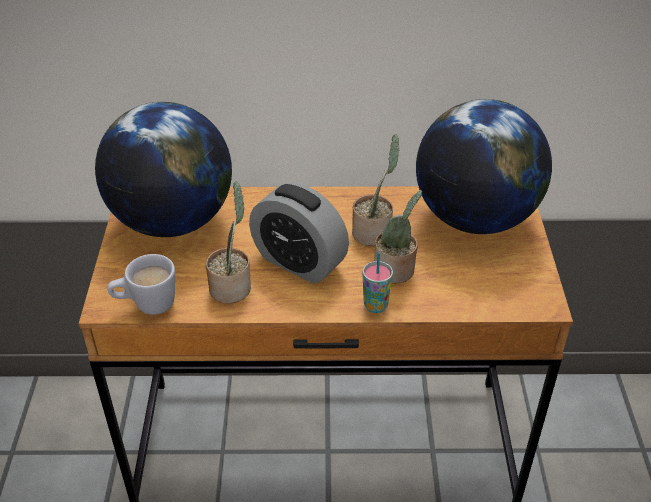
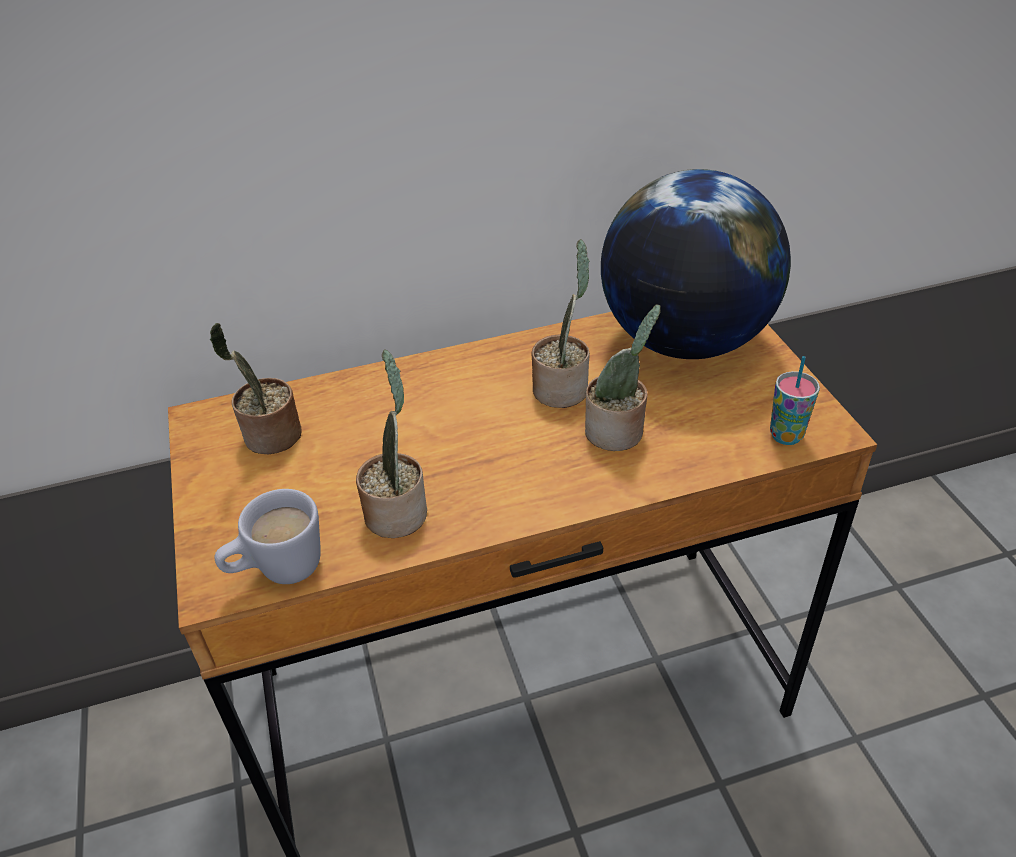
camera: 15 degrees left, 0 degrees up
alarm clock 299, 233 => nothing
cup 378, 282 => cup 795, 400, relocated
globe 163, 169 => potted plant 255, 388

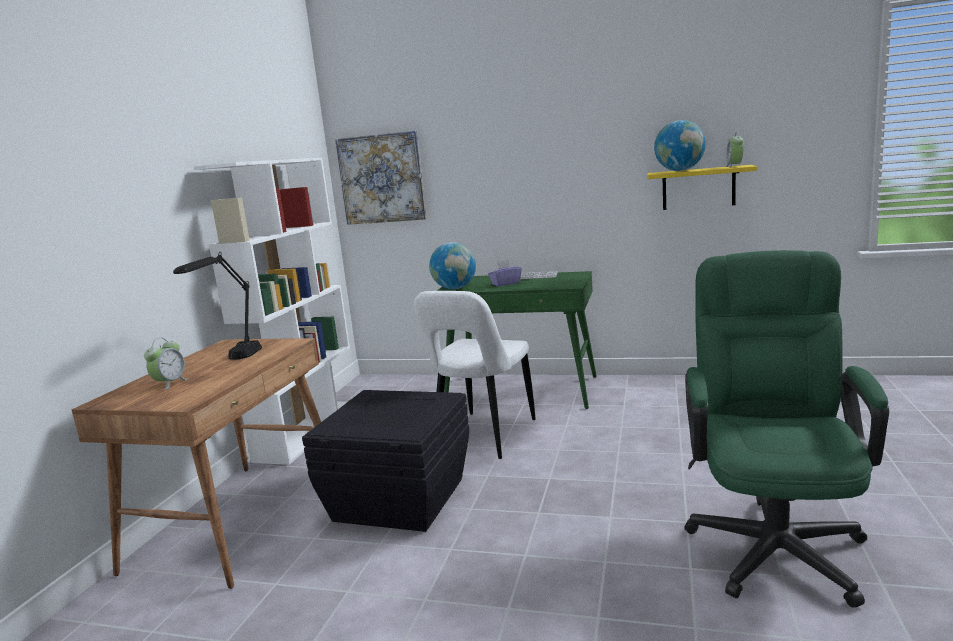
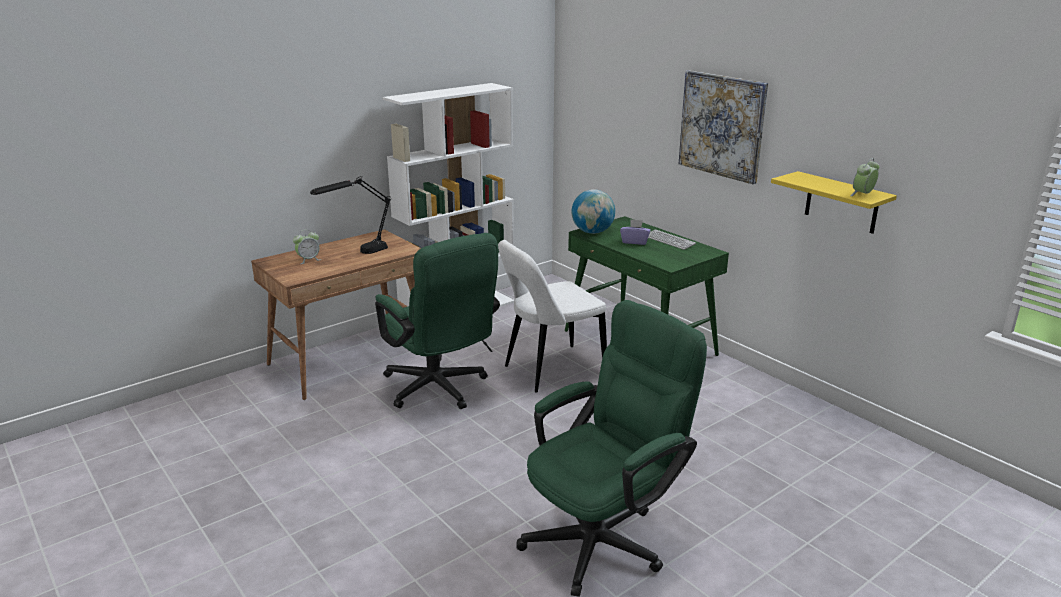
camera: 35 degrees right, 10 degrees up
globe 680, 145 => nothing
picture 381, 177 => picture 723, 127, relocated
black storage box 385, 461 => green office chair 437, 321

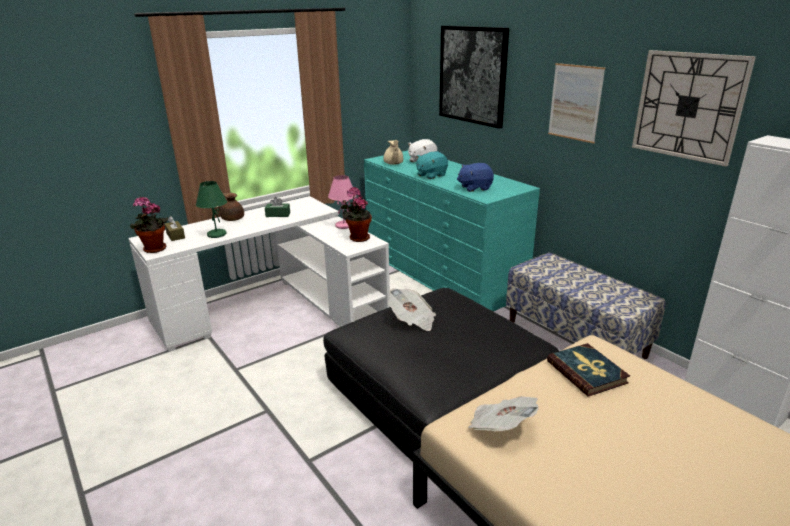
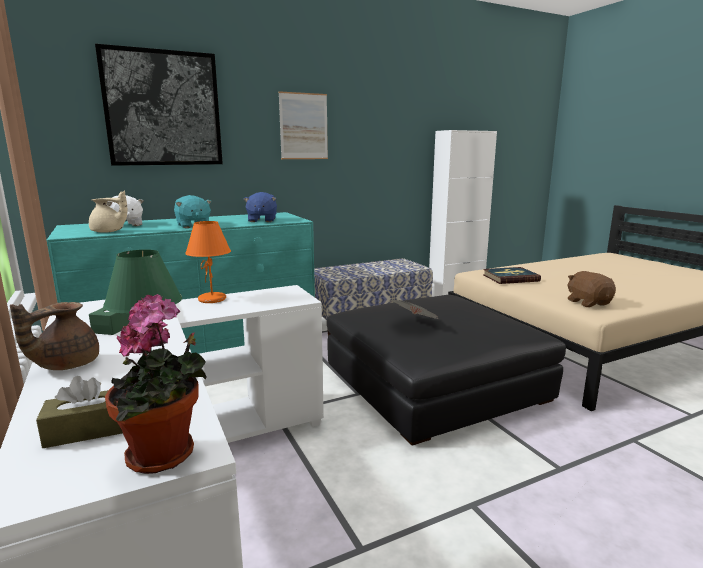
camera: 80 degrees left, 10 degrees down
potted plant 356, 214 => nothing
wall clock 694, 108 => nothing
newspaper 503, 414 => brown plush toy 592, 289
pink table lamp 342, 202 => orange table lamp 208, 262

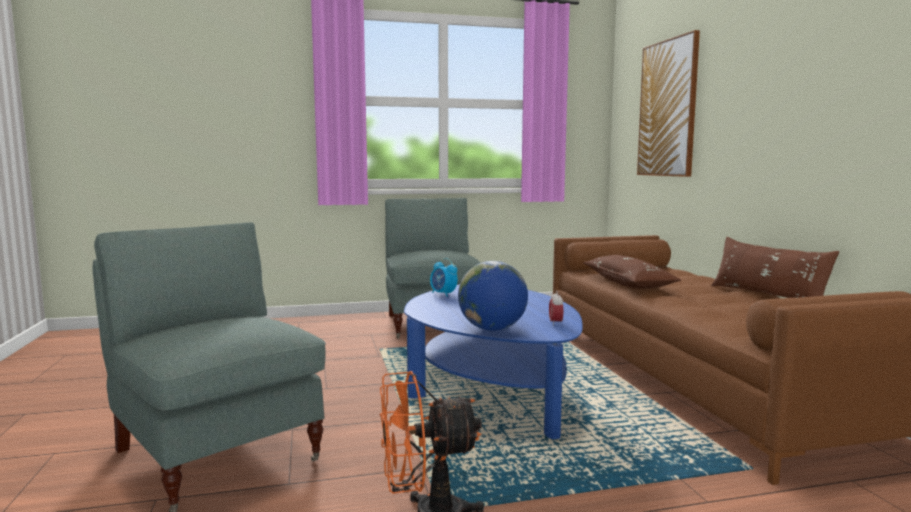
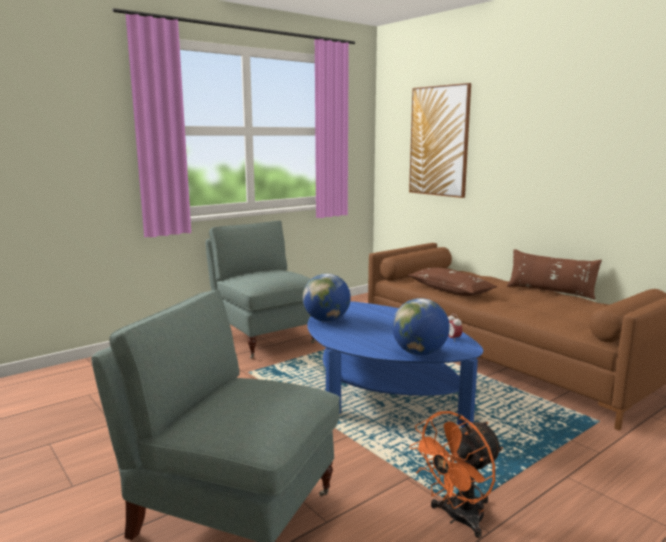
camera: 25 degrees left, 5 degrees up
alarm clock 444, 277 => globe 327, 298

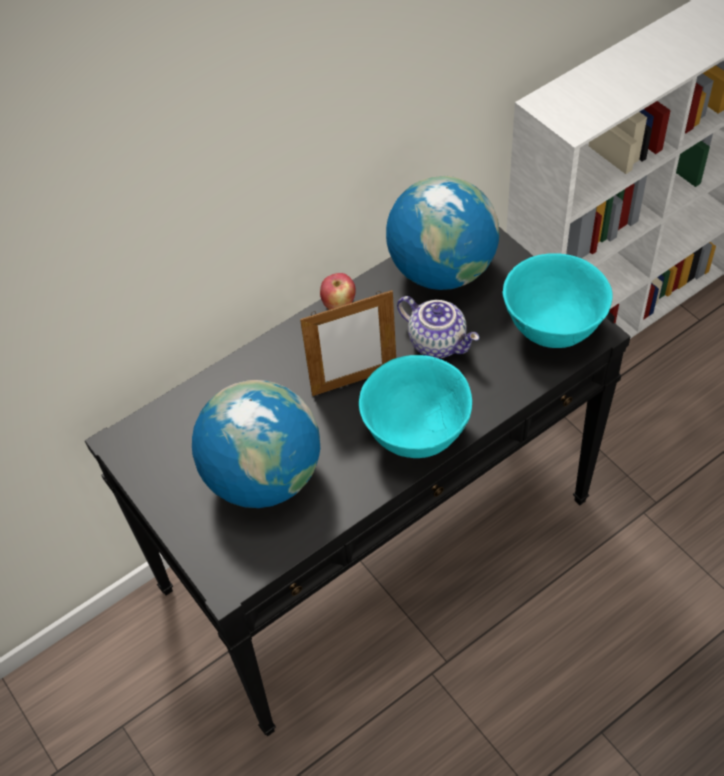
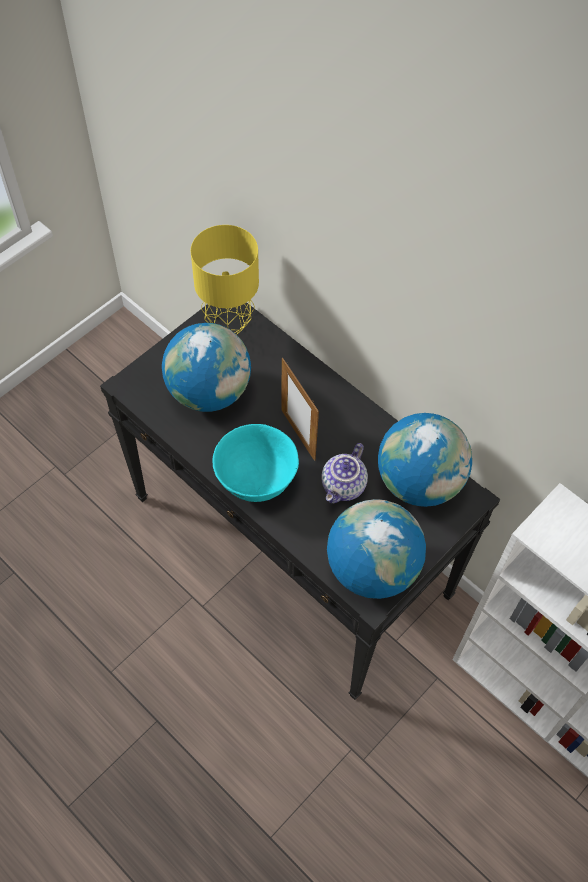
camera: 75 degrees right, 5 degrees up
apple 338, 291 => nothing
nothing => yellow table lamp 225, 280
turquoise bowl 557, 300 => globe 376, 549

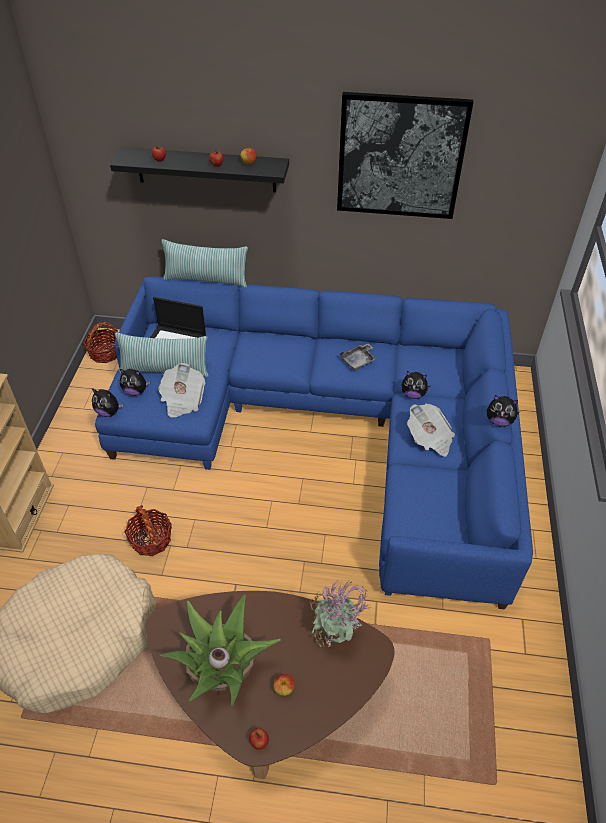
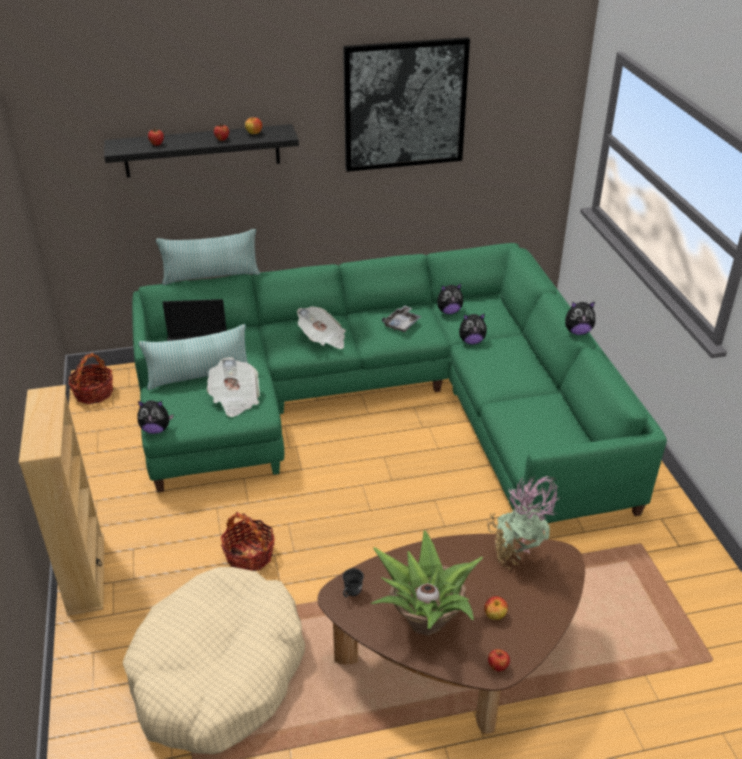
camera: 20 degrees left, 10 degrees down
nothing => grey mug 353, 582
plush toy 135, 382 => plush toy 450, 299, relocated
newspaper 431, 430 => newspaper 321, 328, relocated
blue sofa 314, 443 => green sofa 399, 383

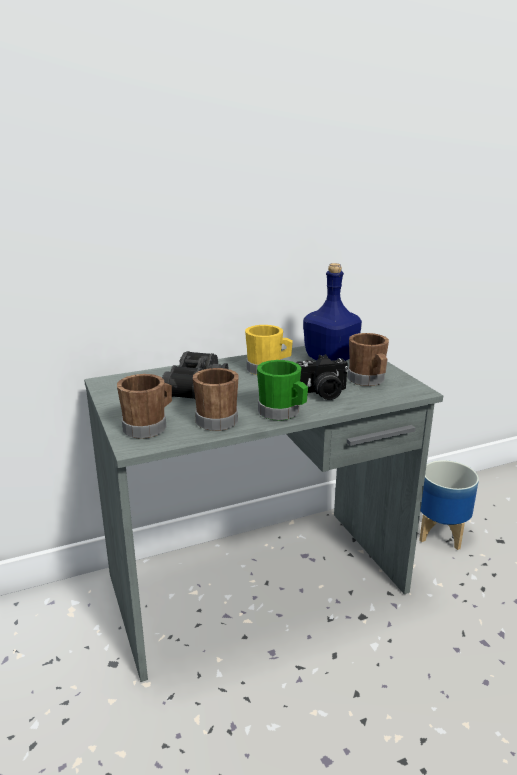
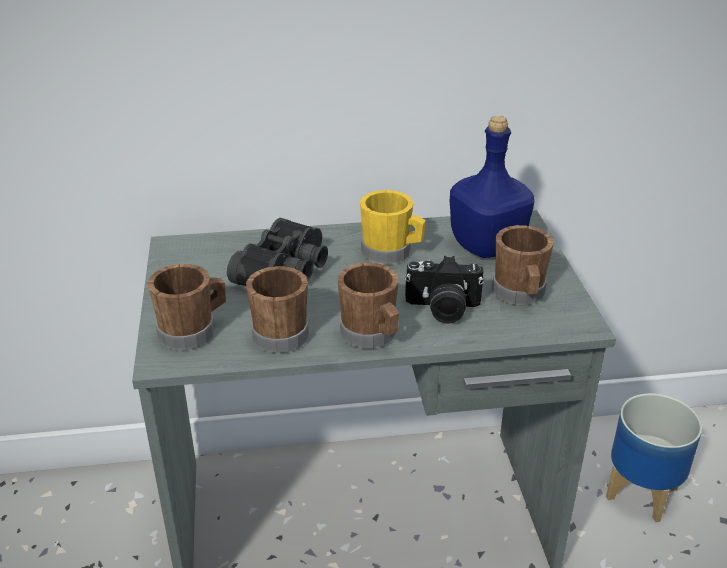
camera: 15 degrees right, 10 degrees up
green mug 282, 390 => brown mug 368, 306

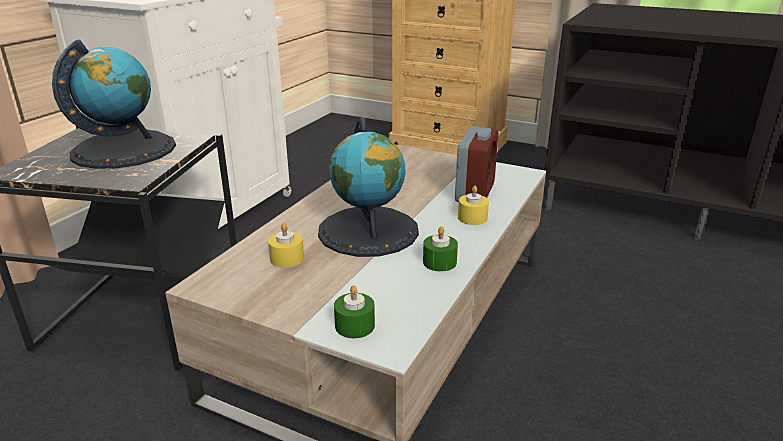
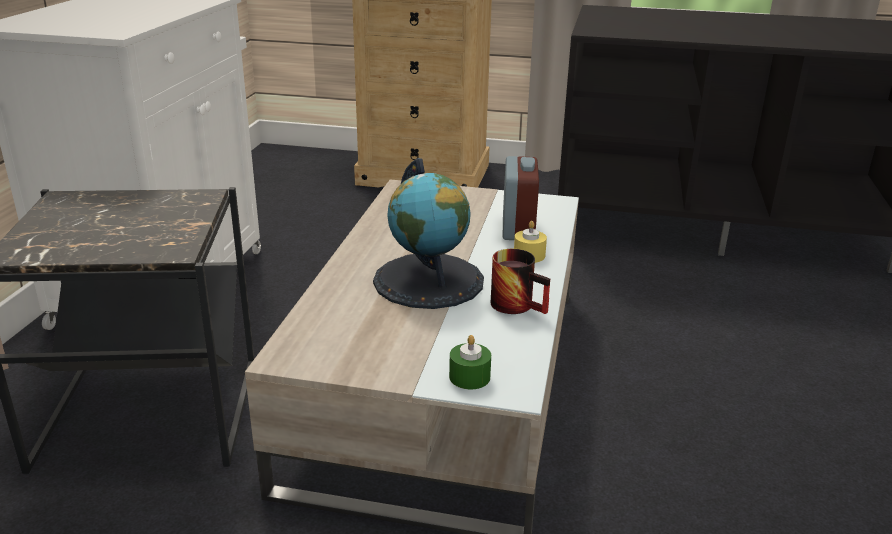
camera: 15 degrees left, 0 degrees up
globe 114, 104 => nothing
yellow candle 286, 245 => nothing
green candle 440, 248 => mug 520, 281

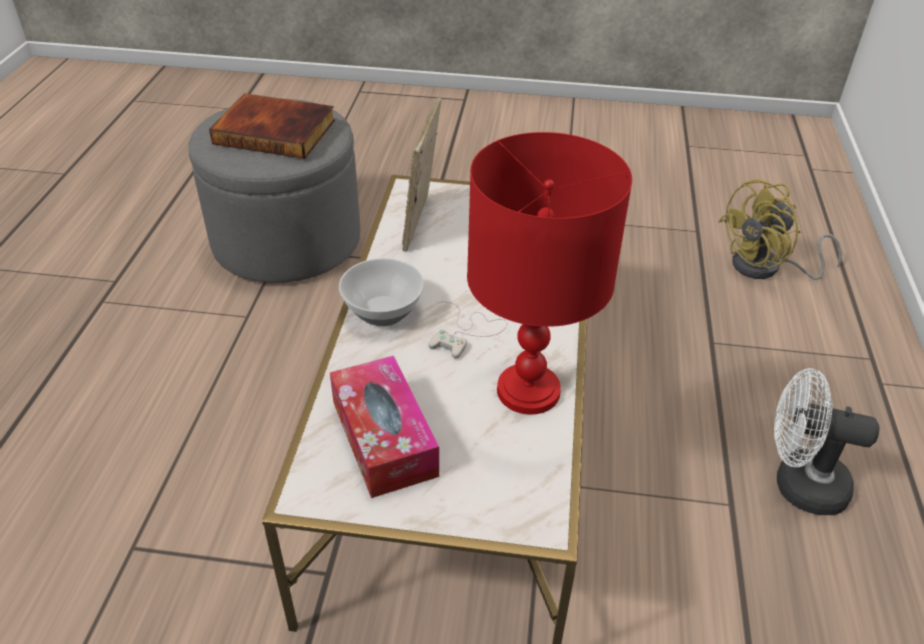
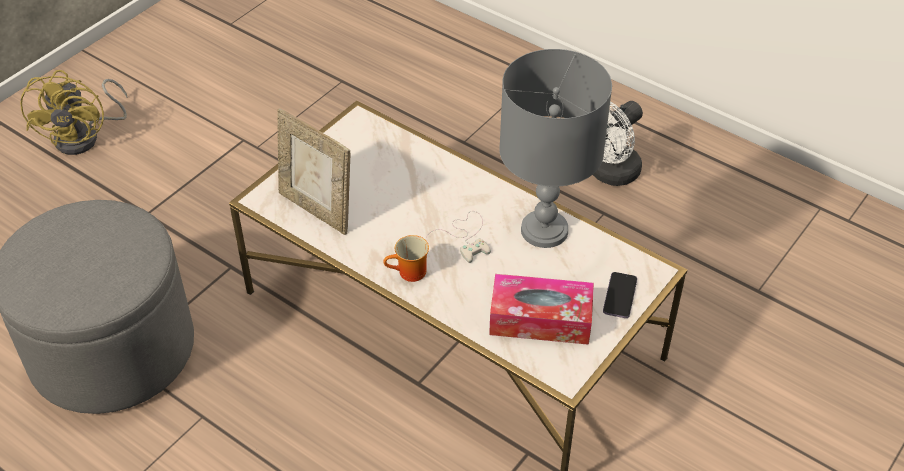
camera: 60 degrees left, 5 degrees up
book 272, 126 => nothing
nothing => phone 620, 295
yellow fan 780, 229 => yellow fan 73, 112, relocated
bowl 381, 292 => mug 406, 258
red table lamp 549, 273 => grey table lamp 555, 148

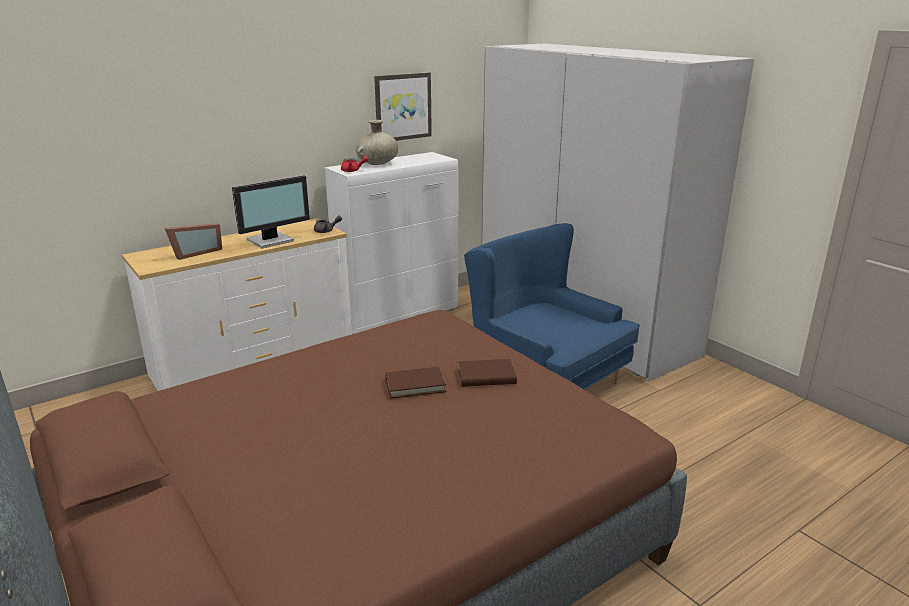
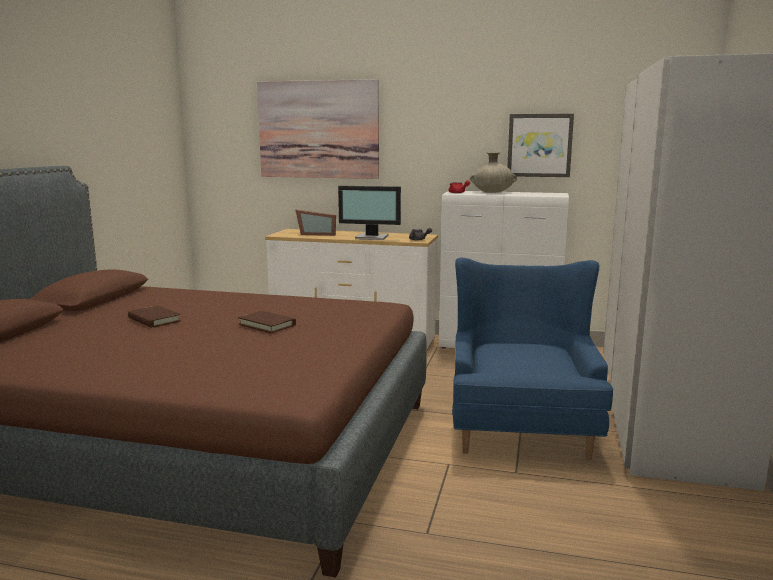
camera: 50 degrees right, 10 degrees down
nothing => picture 318, 129
brown book 487, 373 => brown book 154, 316, relocated

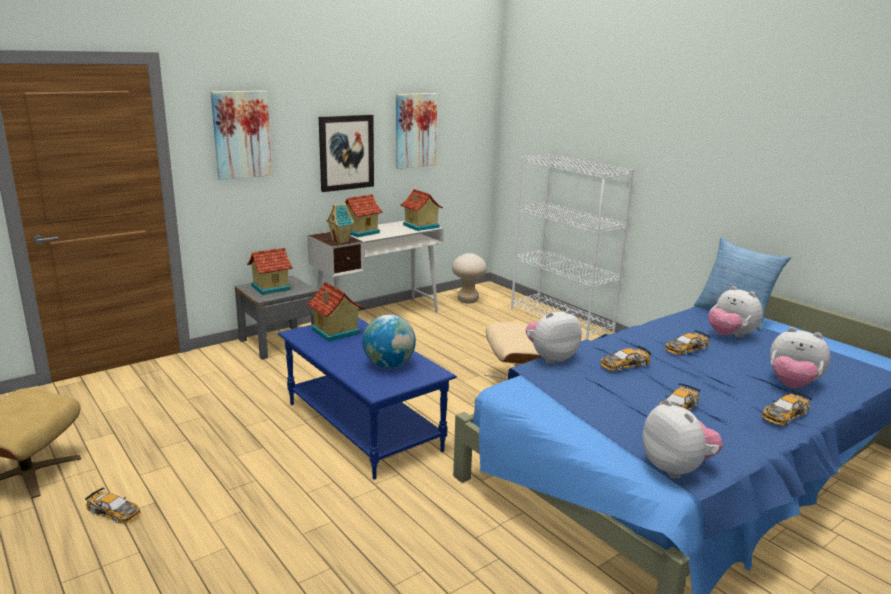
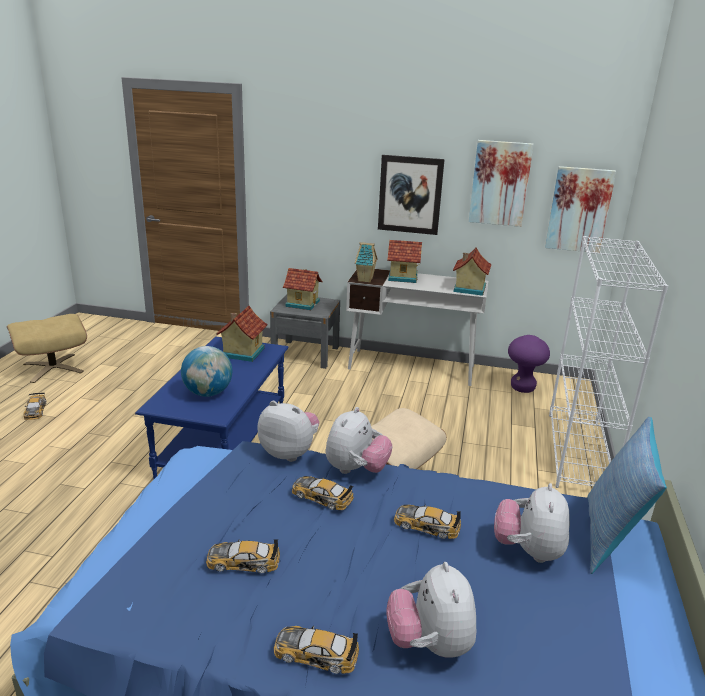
camera: 50 degrees right, 5 degrees up
picture 241, 135 => picture 580, 209, relocated
plush toy 682, 439 => plush toy 359, 440, relocated
beige stool 469, 278 => purple stool 529, 364

